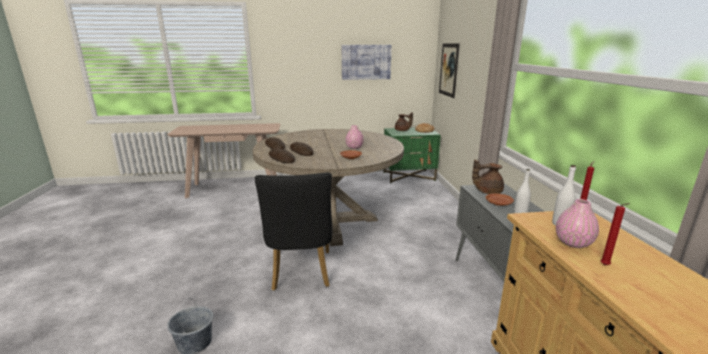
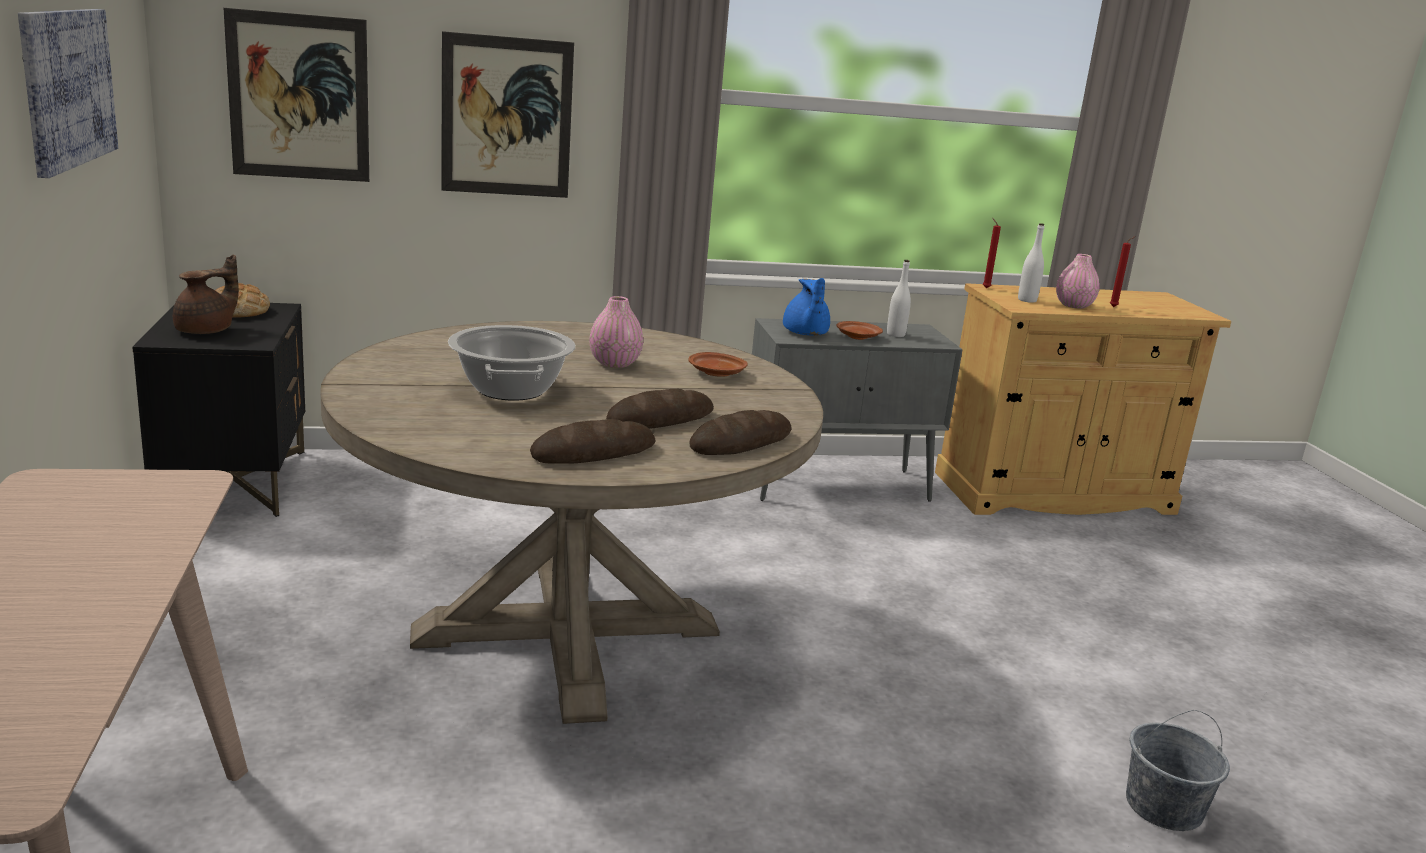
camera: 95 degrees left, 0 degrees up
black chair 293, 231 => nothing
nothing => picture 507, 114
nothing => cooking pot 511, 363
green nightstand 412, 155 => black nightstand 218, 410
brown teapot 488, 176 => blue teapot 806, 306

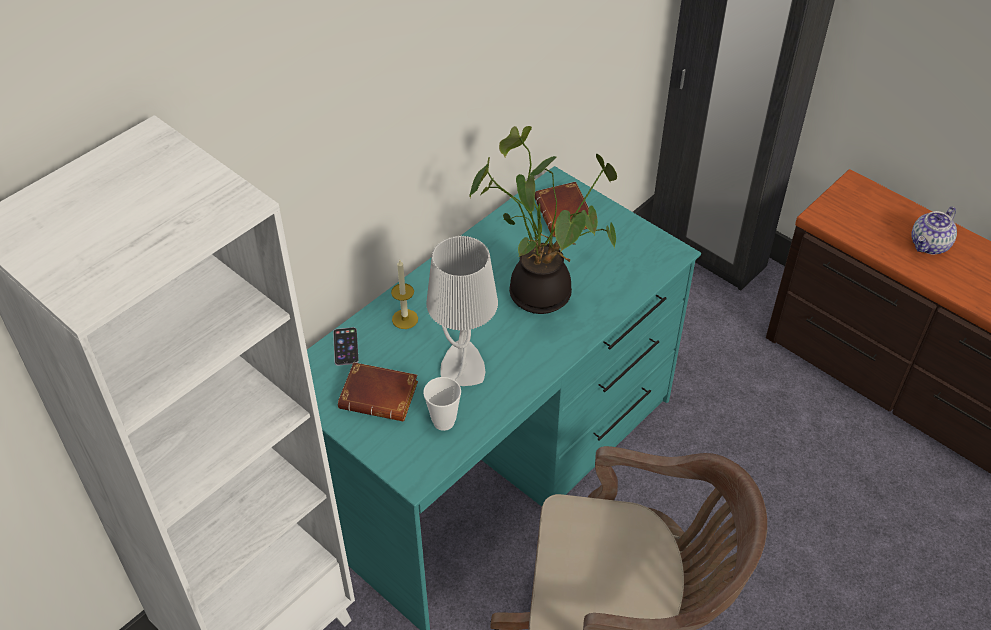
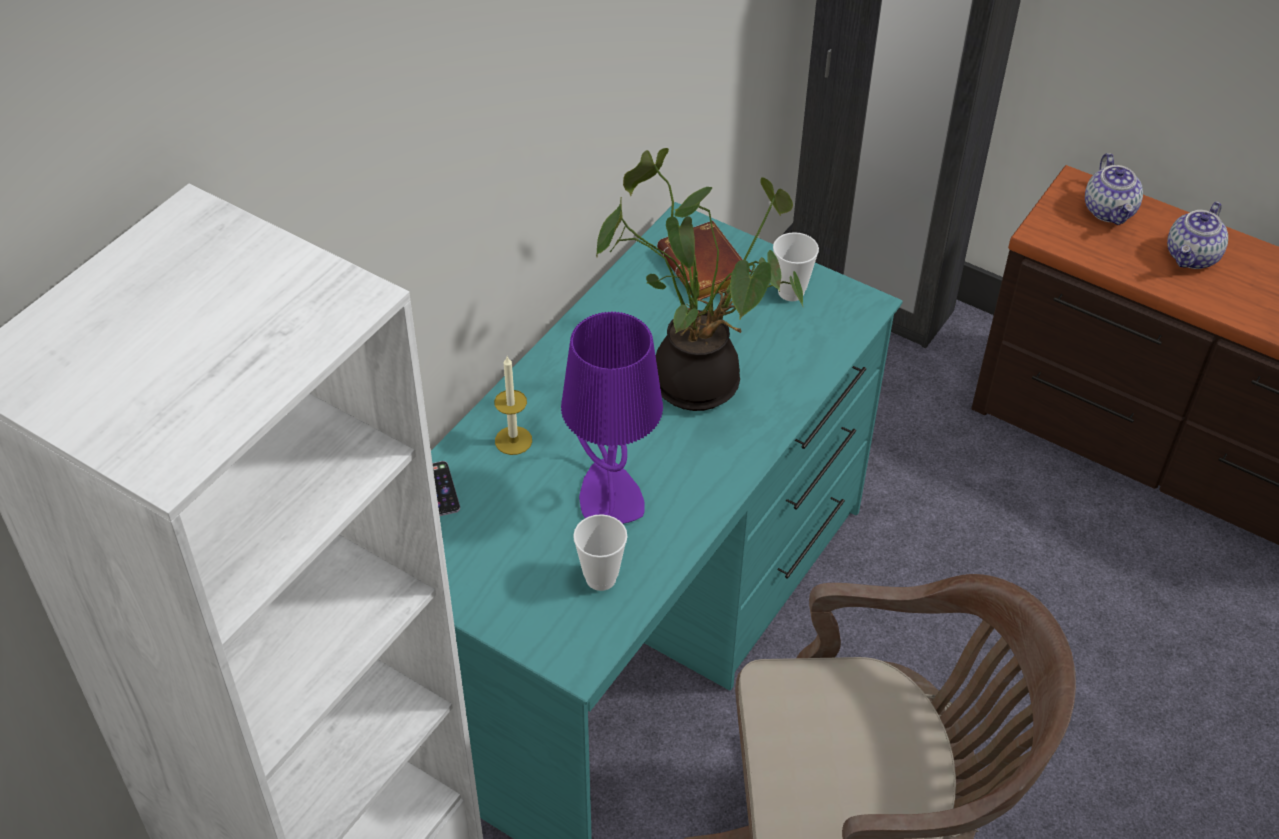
camera: 10 degrees left, 0 degrees up
brown book 378, 391 => nothing
nothing => cup 796, 266
nothing => teapot 1114, 189
grey table lamp 462, 311 => purple table lamp 612, 417

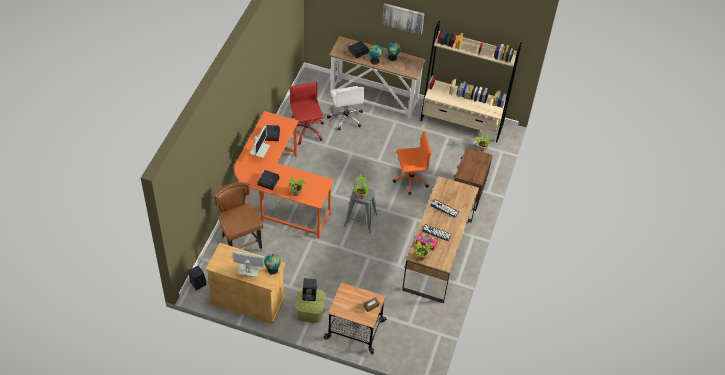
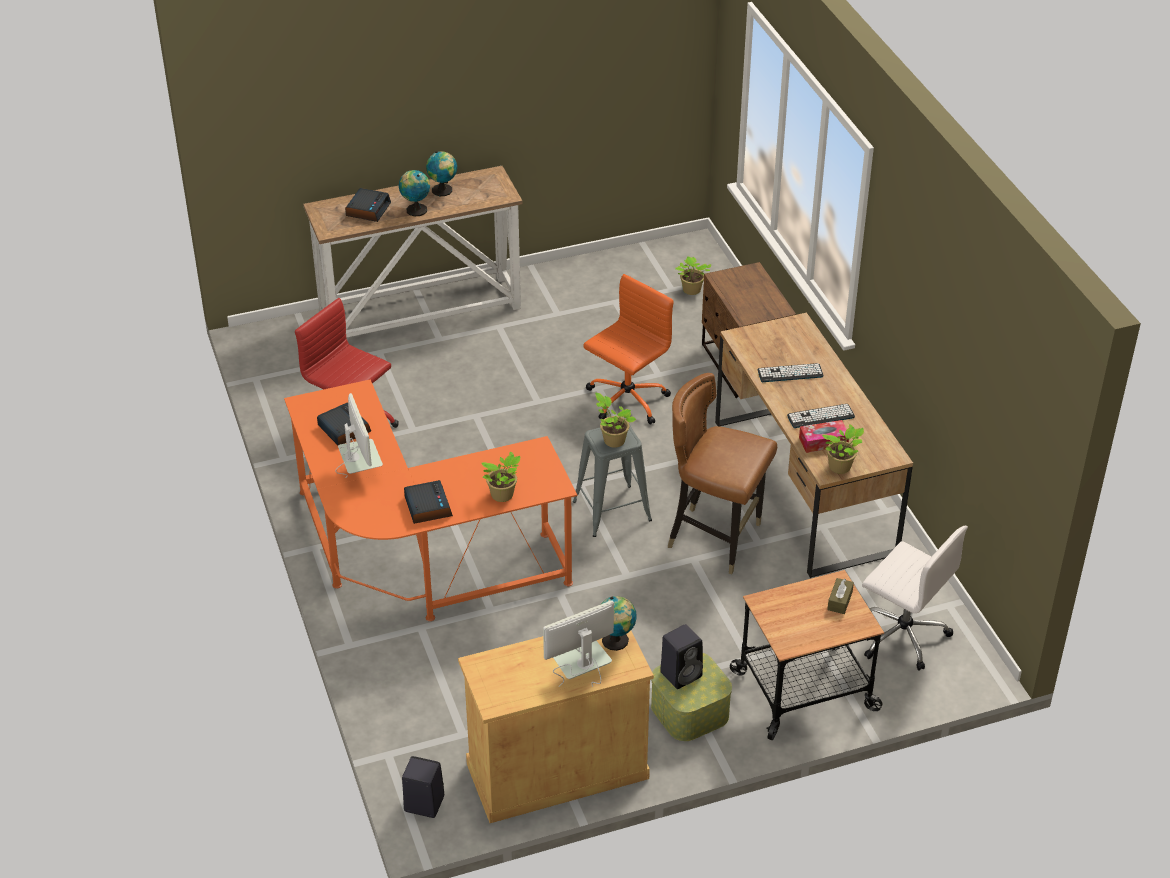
camera: 35 degrees left, 10 degrees down
picture 403, 19 => nothing
beige bookcase 471, 81 => nothing
brown chair 238, 216 => brown chair 722, 473, relocated
white office chair 346, 108 => white office chair 915, 598, relocated

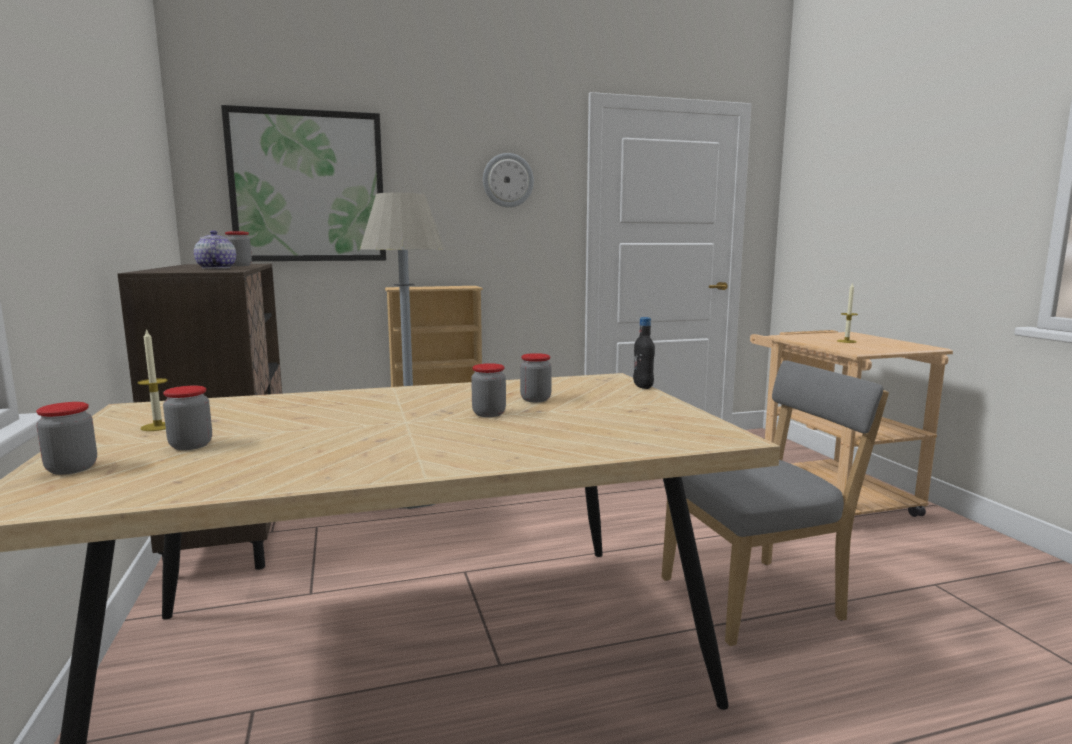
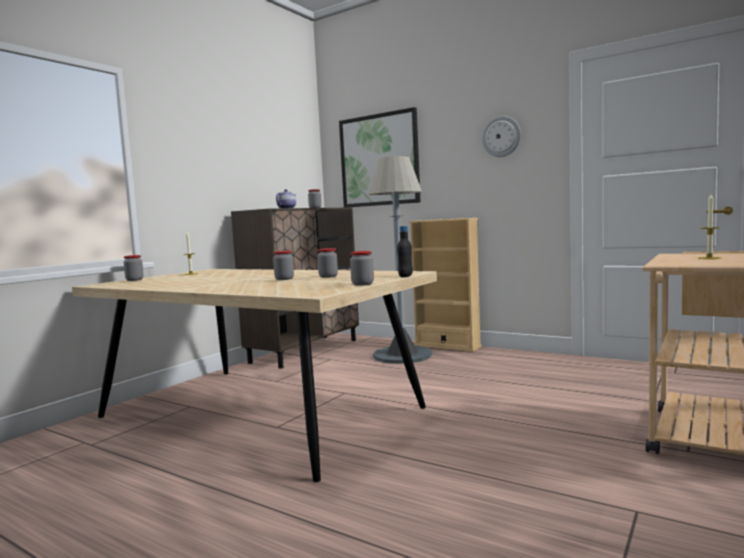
camera: 50 degrees right, 5 degrees down
grey chair 775, 503 => nothing
jar 187, 418 => jar 362, 268, relocated

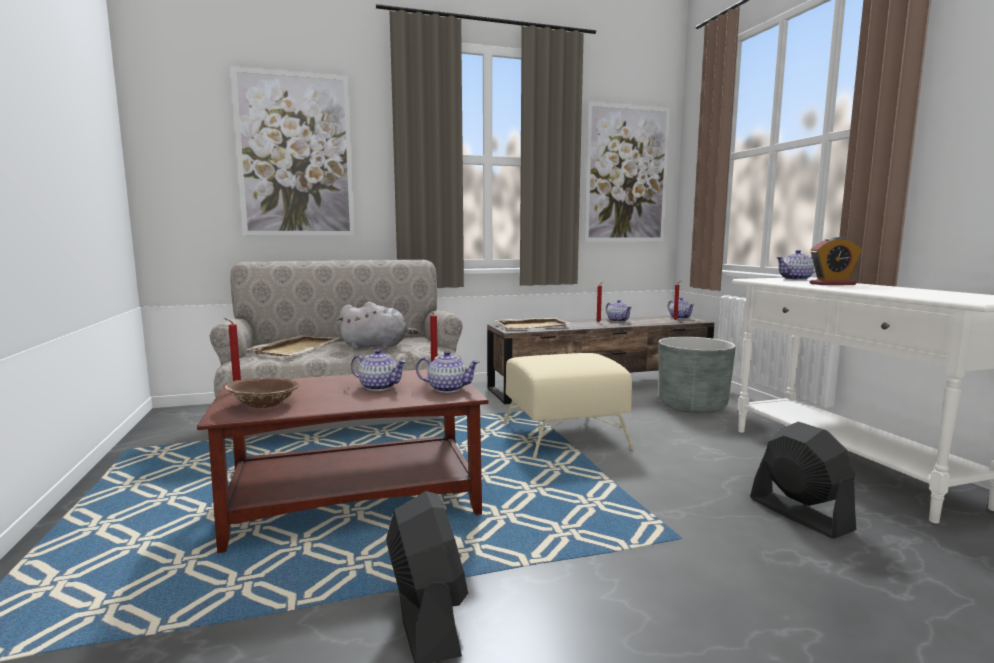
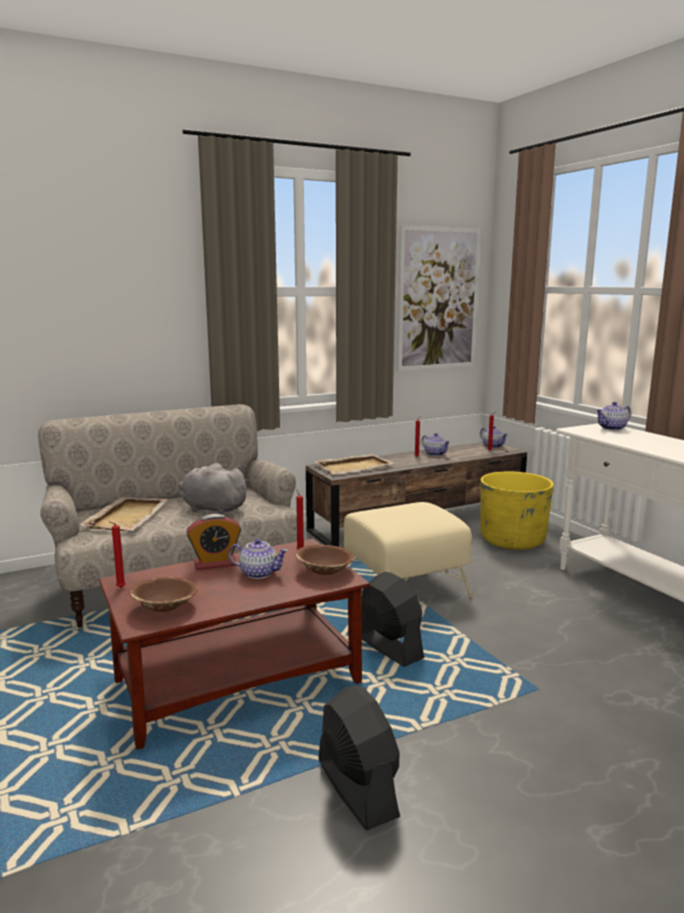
camera: 10 degrees left, 5 degrees up
picture 292, 151 => nothing
black fan 803, 480 => black fan 393, 619, relocated
alarm clock 836, 261 => alarm clock 213, 542, relocated
teapot 448, 372 => brown bowl 324, 560
grey planter 697, 375 => yellow planter 517, 510
grey plush toy 378, 325 => grey plush toy 214, 489, 150 degrees counterclockwise

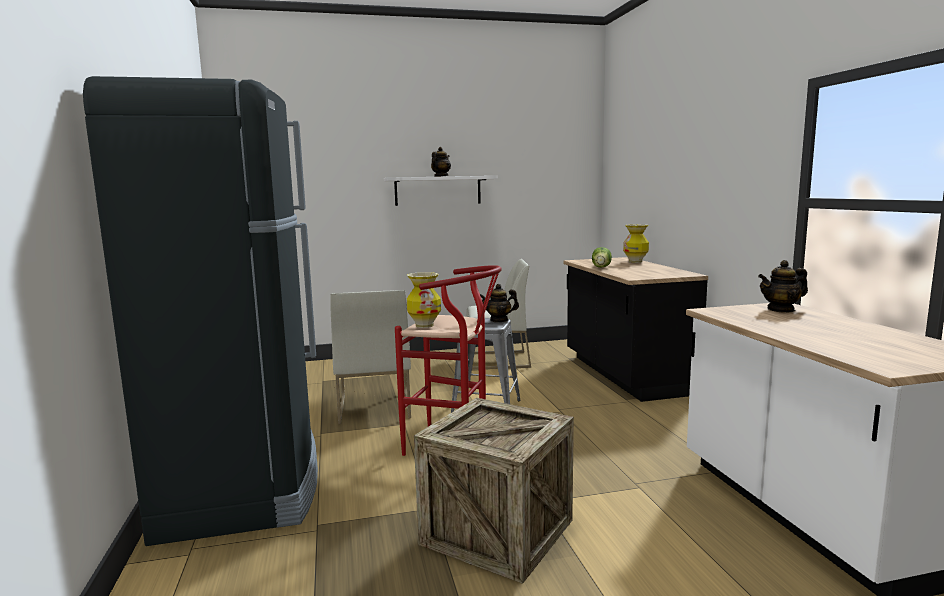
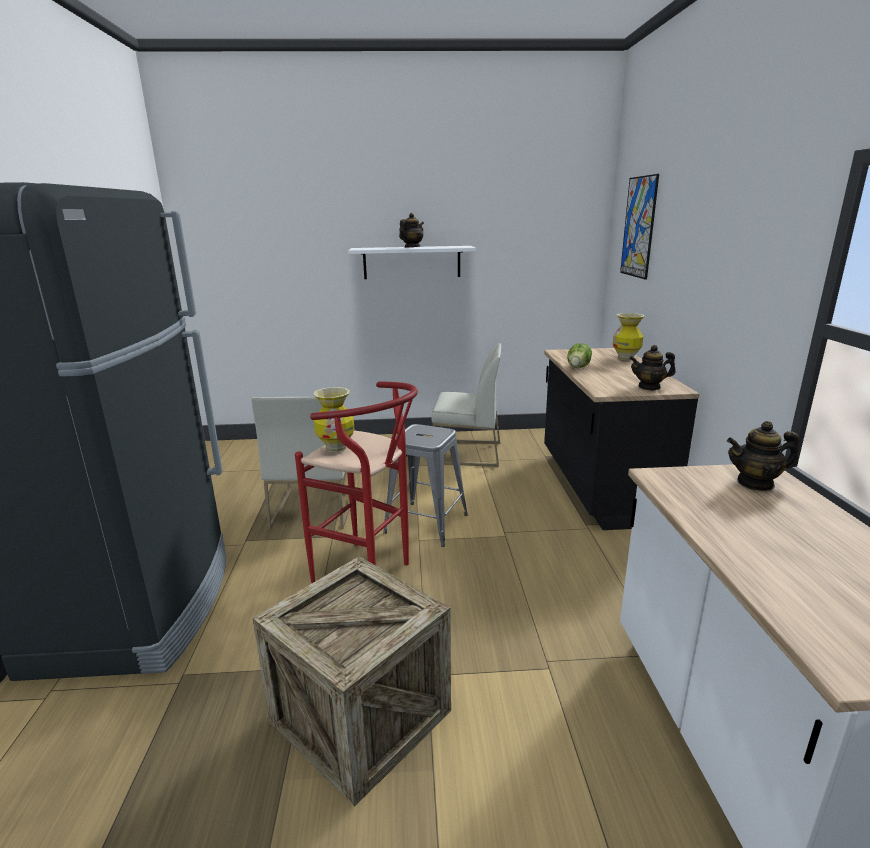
camera: 10 degrees right, 10 degrees up
nothing => picture 639, 226
teapot 499, 303 => teapot 653, 367, relocated

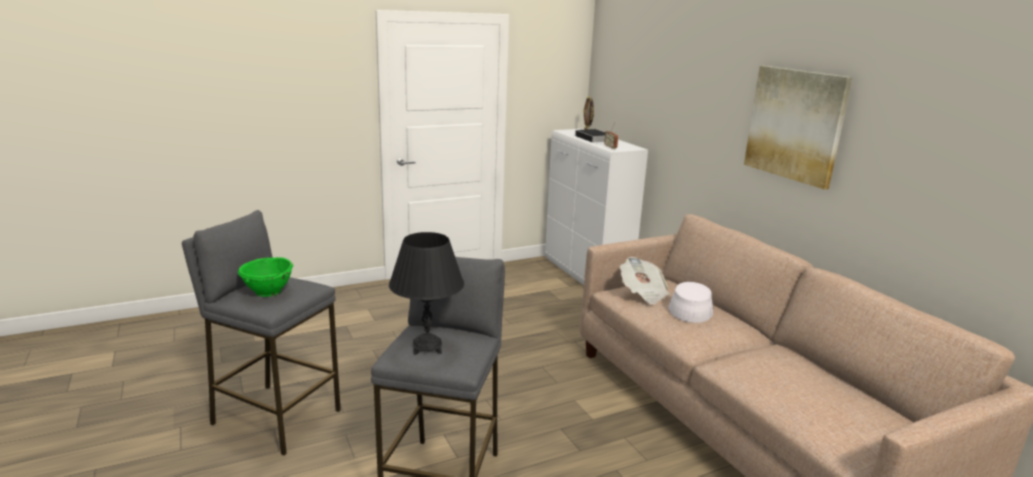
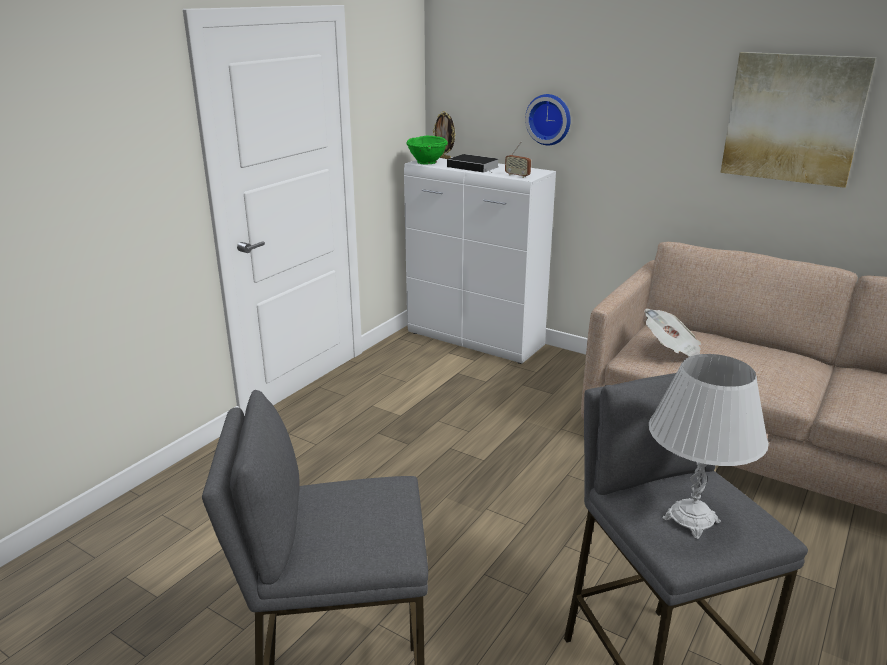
camera: 30 degrees left, 5 degrees up
white hat 690, 302 => nothing
nothing => wall clock 548, 119
green bowl 265, 277 => green bowl 427, 150, relocated
black table lamp 426, 293 => white table lamp 709, 446

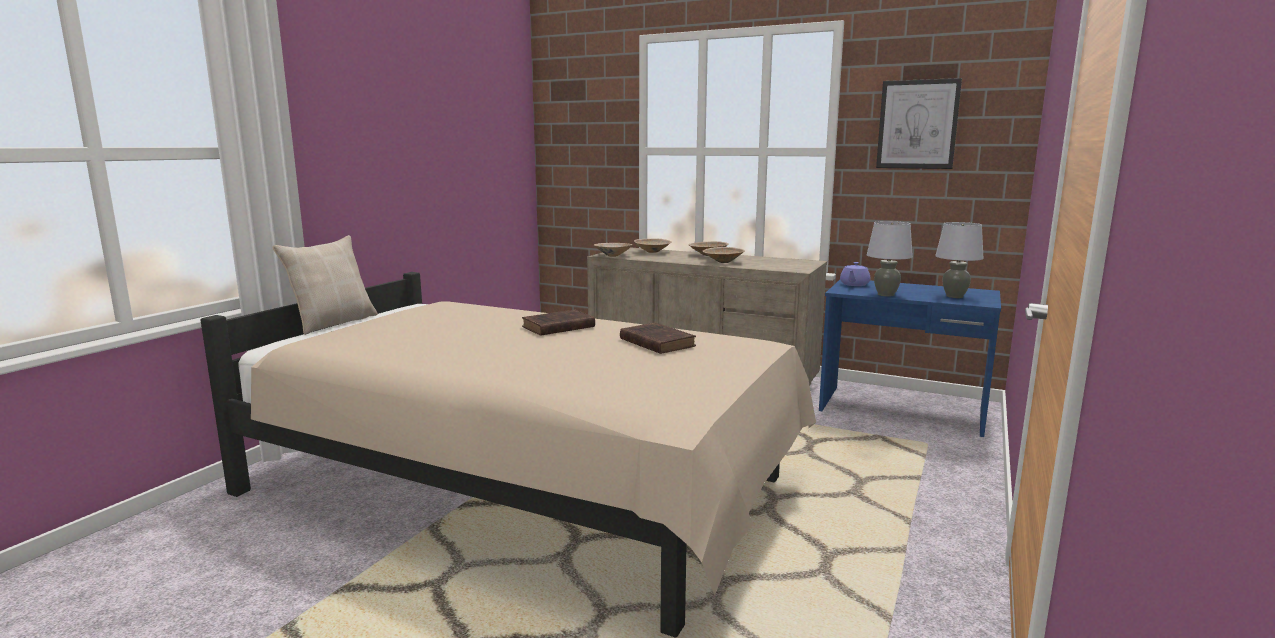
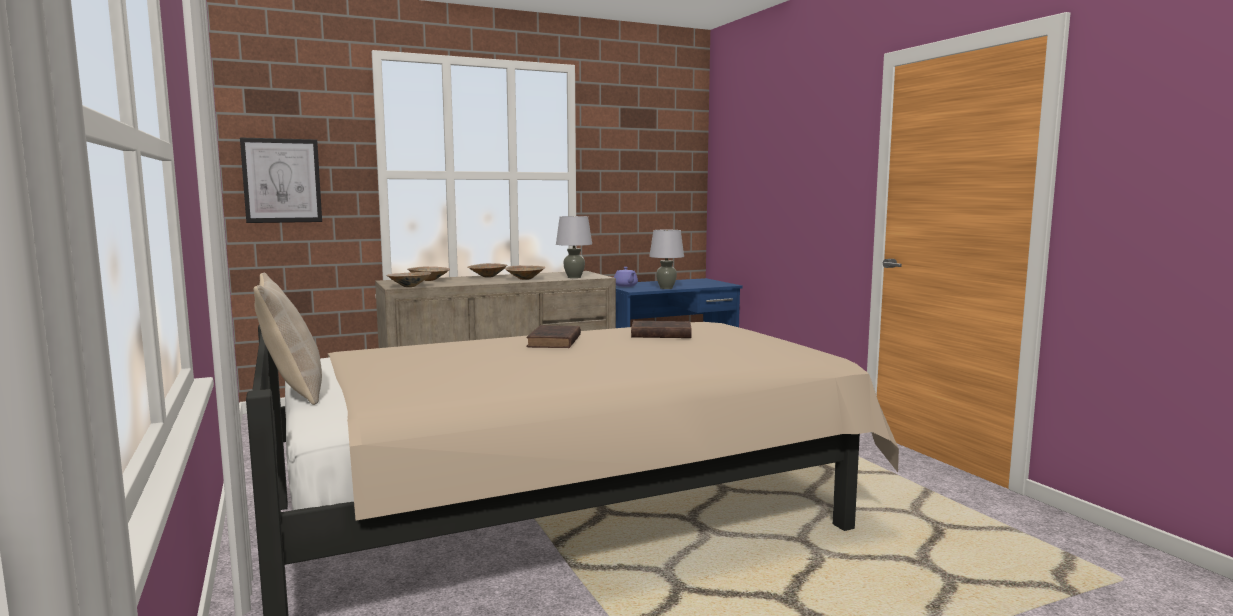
camera: 50 degrees left, 5 degrees down
picture 919, 123 => picture 281, 180, relocated
grey table lamp 959, 260 => grey table lamp 574, 247, relocated

